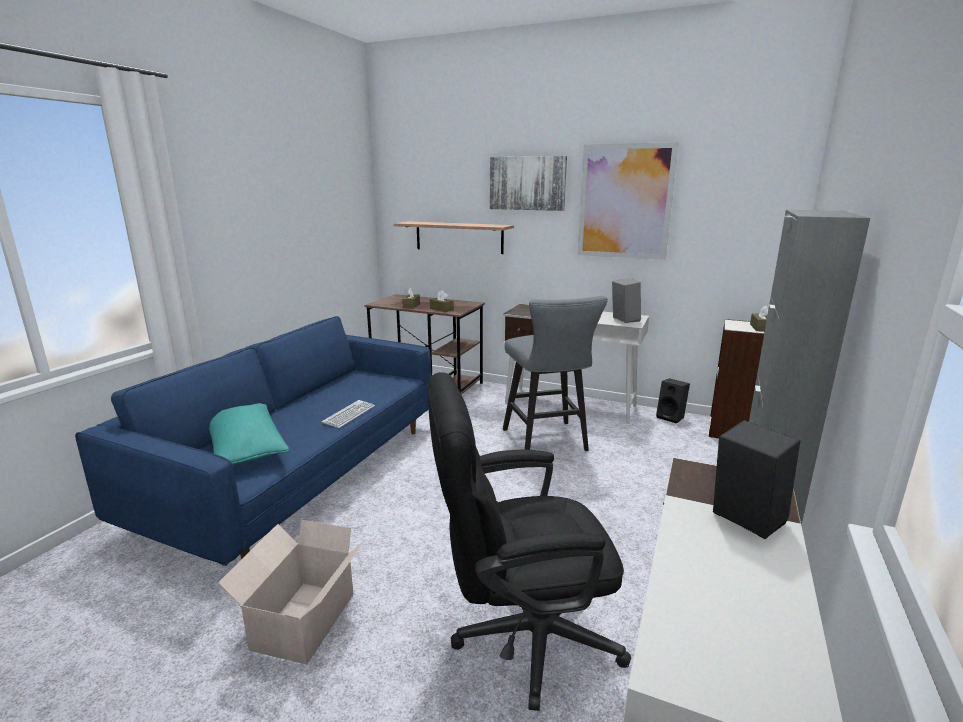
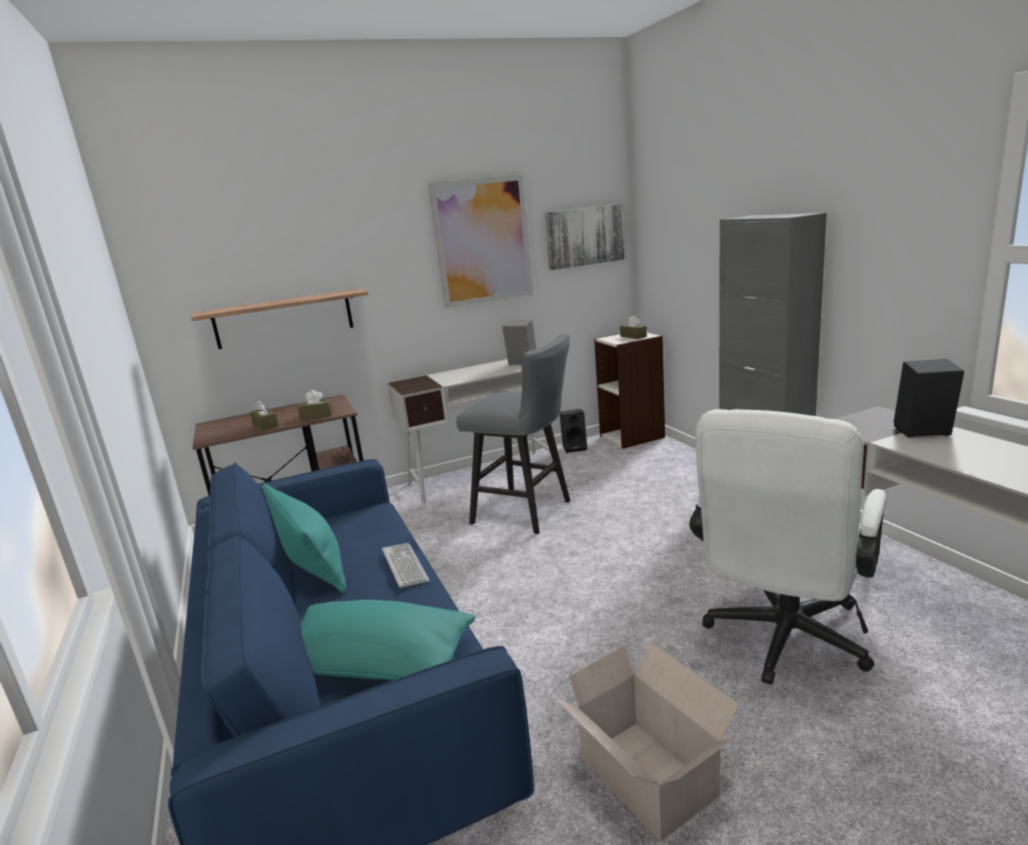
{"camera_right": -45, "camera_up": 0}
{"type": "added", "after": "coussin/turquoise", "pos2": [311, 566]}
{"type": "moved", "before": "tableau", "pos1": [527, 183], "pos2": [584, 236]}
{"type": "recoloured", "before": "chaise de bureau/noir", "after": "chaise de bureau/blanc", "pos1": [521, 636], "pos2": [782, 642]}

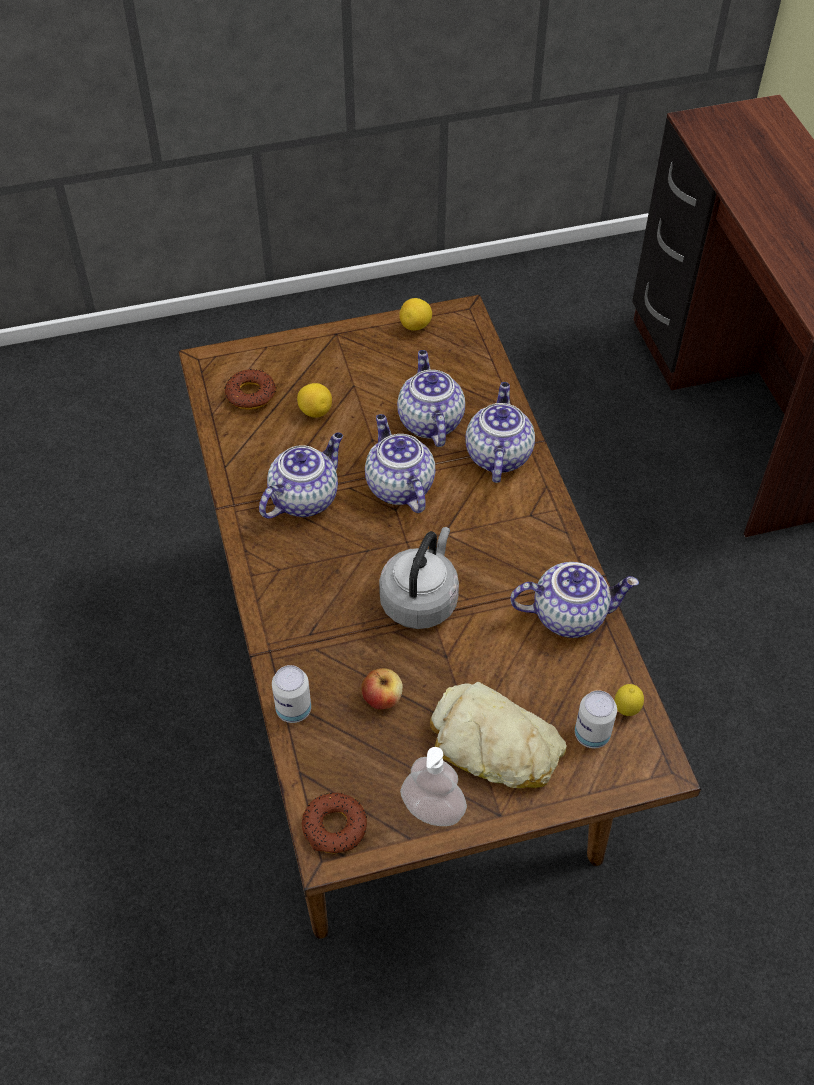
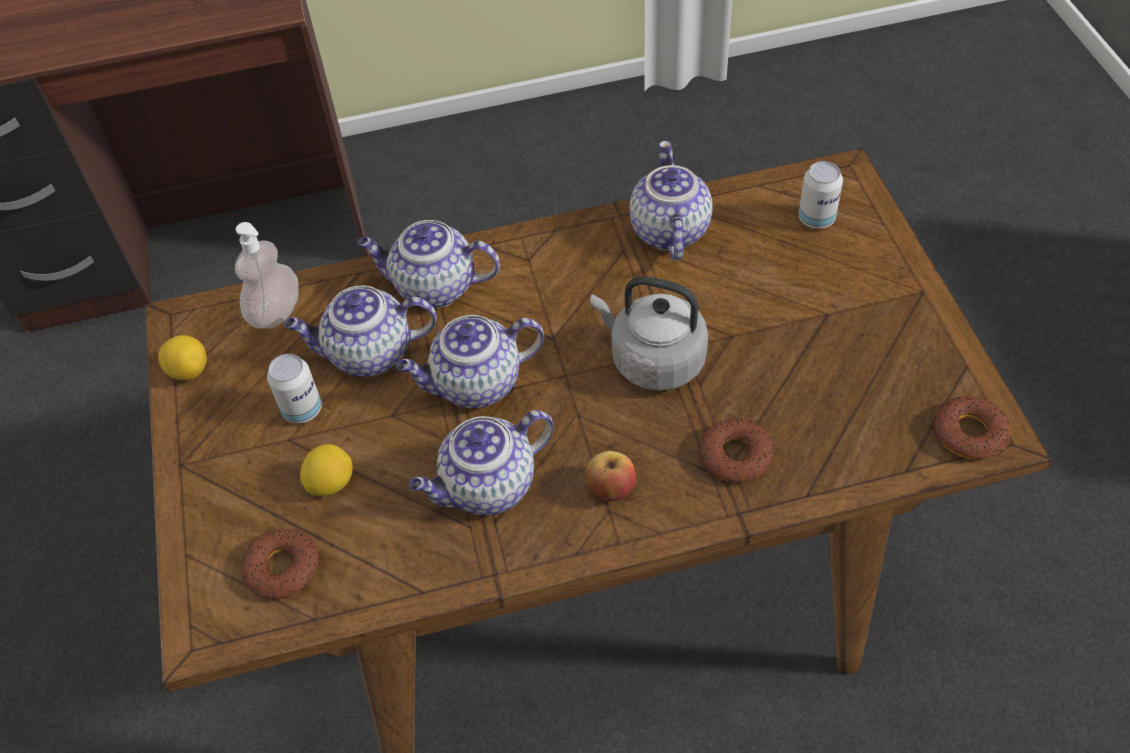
{"camera_right": -85, "camera_up": 0}
{"type": "moved", "before": "distributeur de savon", "pos1": [433, 809], "pos2": [276, 312]}
{"type": "moved", "before": "boîte métallique", "pos1": [293, 709], "pos2": [302, 410]}
{"type": "turned", "before": "théière", "pos1": [304, 497], "pos2": [487, 487], "turn": -75}
{"type": "moved", "before": "pomme", "pos1": [382, 698], "pos2": [610, 488]}
{"type": "added", "after": "beignet", "pos2": [734, 456]}
{"type": "removed", "before": "pain", "pos1": [494, 746]}
{"type": "removed", "before": "citron", "pos1": [626, 710]}

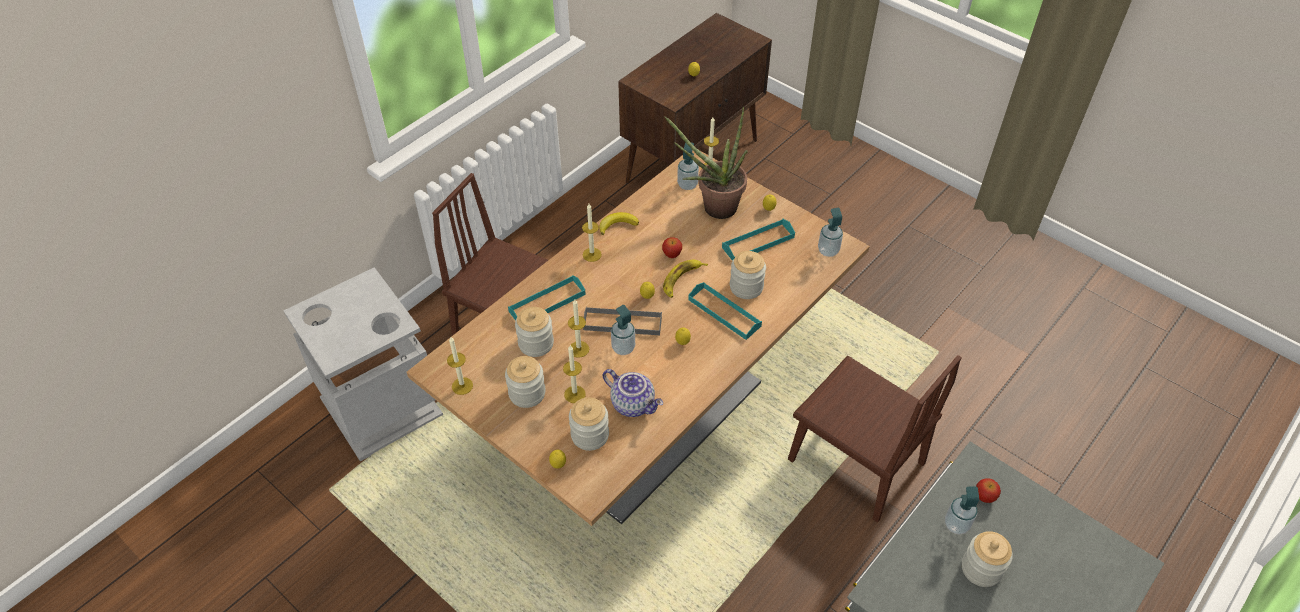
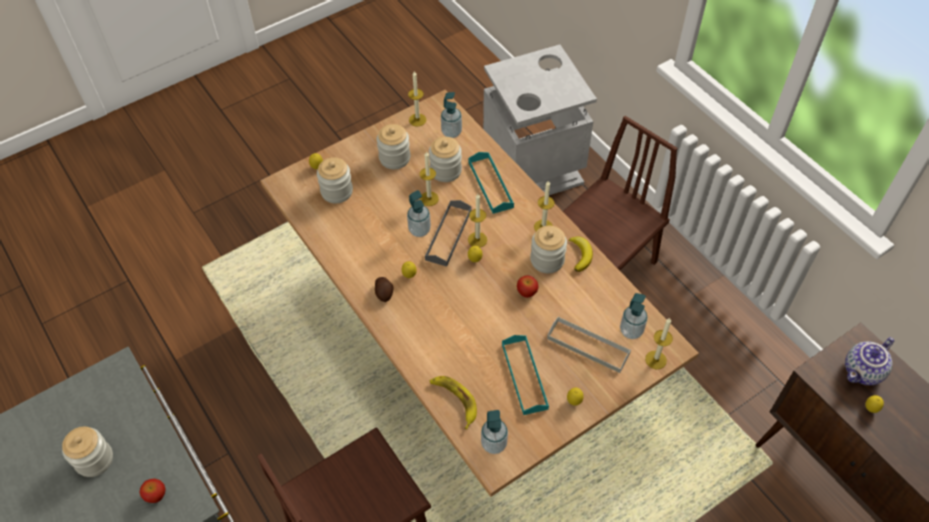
{"camera_right": 105, "camera_up": 5}
{"type": "added", "after": "pomme de terre", "pos2": [384, 293]}
{"type": "moved", "before": "banane", "pos1": [682, 280], "pos2": [454, 400]}
{"type": "moved", "before": "distributeur de savon", "pos1": [956, 524], "pos2": [451, 132]}
{"type": "moved", "before": "bougie", "pos1": [574, 394], "pos2": [477, 239]}
{"type": "moved", "before": "bocal", "pos1": [746, 287], "pos2": [547, 260]}
{"type": "replaced", "before": "plante en pot", "after": "plateau/gris", "pos1": [712, 208], "pos2": [588, 346]}
{"type": "moved", "before": "théière", "pos1": [634, 404], "pos2": [863, 372]}
{"type": "removed", "before": "plateau/turquoise", "pos1": [724, 313]}

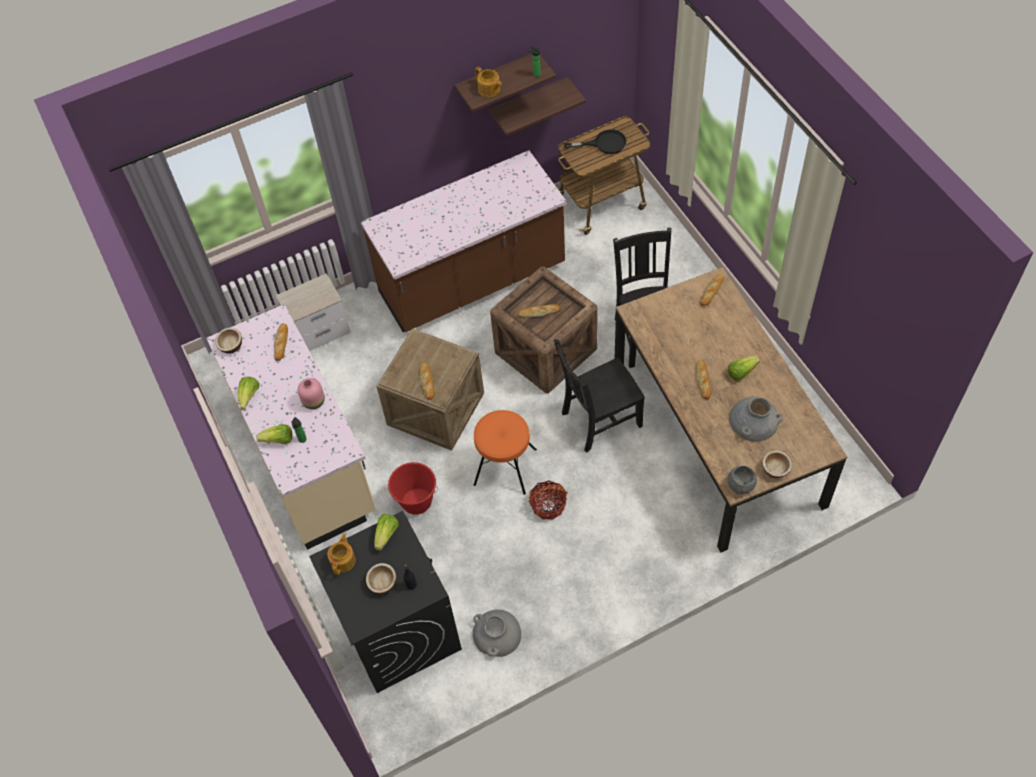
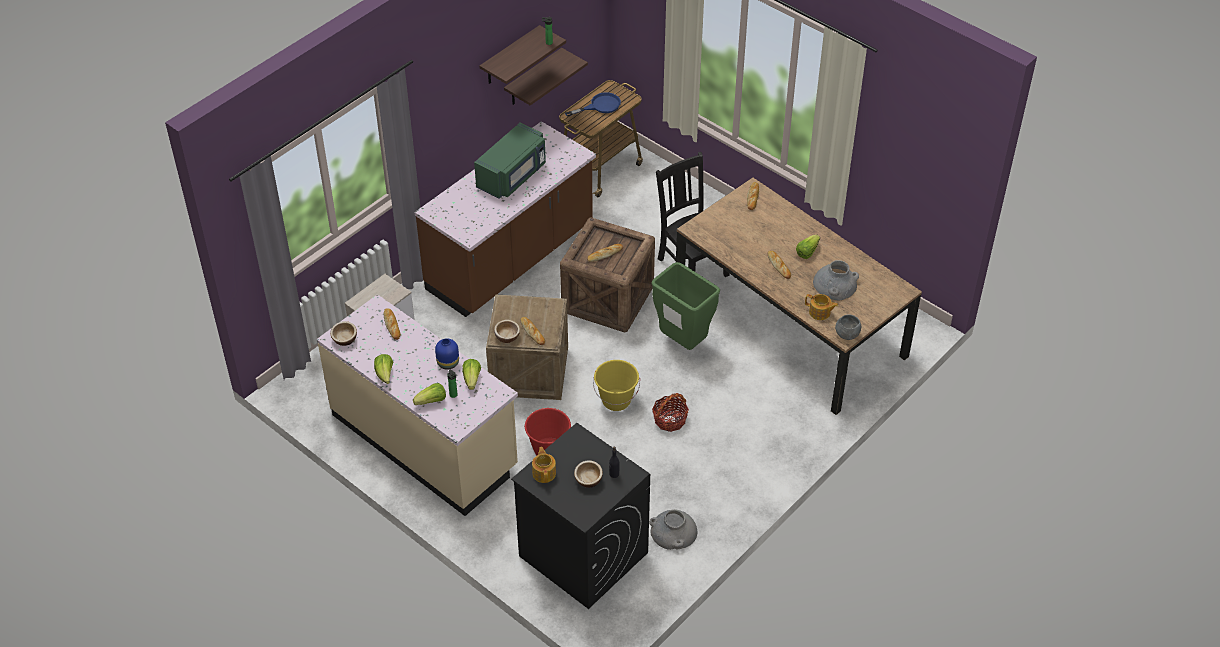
{"camera_right": -25, "camera_up": -10}
{"type": "recoloured", "before": "vase/rose", "after": "vase/bleu", "pos1": [314, 401], "pos2": [448, 363]}
{"type": "moved", "before": "laitue", "pos1": [386, 535], "pos2": [472, 379]}
{"type": "added", "after": "micro-ondes/vert", "pos2": [513, 176]}
{"type": "moved", "before": "bol", "pos1": [775, 469], "pos2": [507, 337]}
{"type": "recoloured", "before": "poêle/noir", "after": "poêle/bleu", "pos1": [604, 143], "pos2": [600, 106]}
{"type": "replaced", "before": "tabouret/orange", "after": "seau/jaune", "pos1": [505, 467], "pos2": [616, 400]}
{"type": "replaced", "before": "chaise/noir", "after": "poubelle/vert", "pos1": [599, 420], "pos2": [682, 342]}
{"type": "moved", "before": "théière", "pos1": [489, 90], "pos2": [820, 312]}

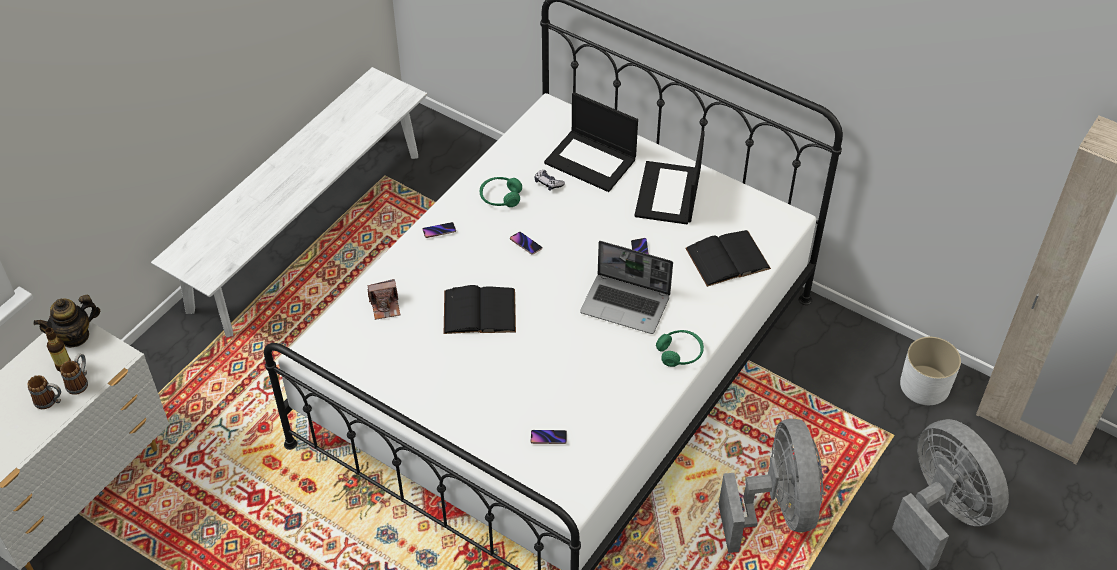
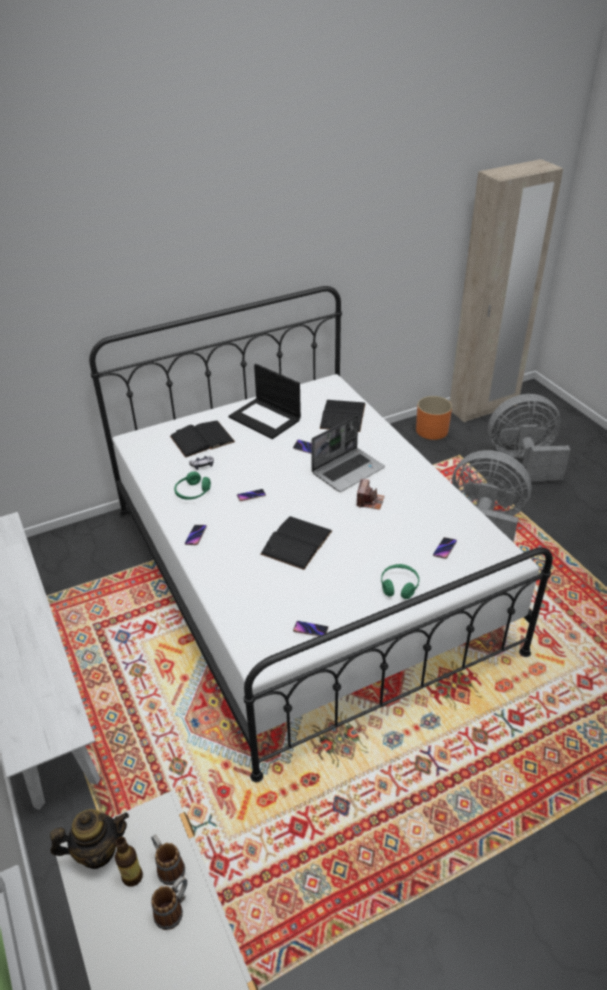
{"camera_right": -60, "camera_up": -10}
{"type": "turned", "before": "théière", "pos1": [75, 336], "pos2": [97, 851], "turn": -105}
{"type": "replaced", "before": "ordinateur portable", "after": "livre/noir", "pos1": [591, 161], "pos2": [202, 439]}
{"type": "added", "after": "téléphone", "pos2": [310, 630]}
{"type": "moved", "before": "appareil photo", "pos1": [385, 306], "pos2": [369, 501]}
{"type": "moved", "before": "casque audio/vert", "pos1": [680, 353], "pos2": [399, 586]}
{"type": "recoloured", "before": "cache-pot/blanc", "after": "cache-pot/orange", "pos1": [924, 385], "pos2": [432, 430]}

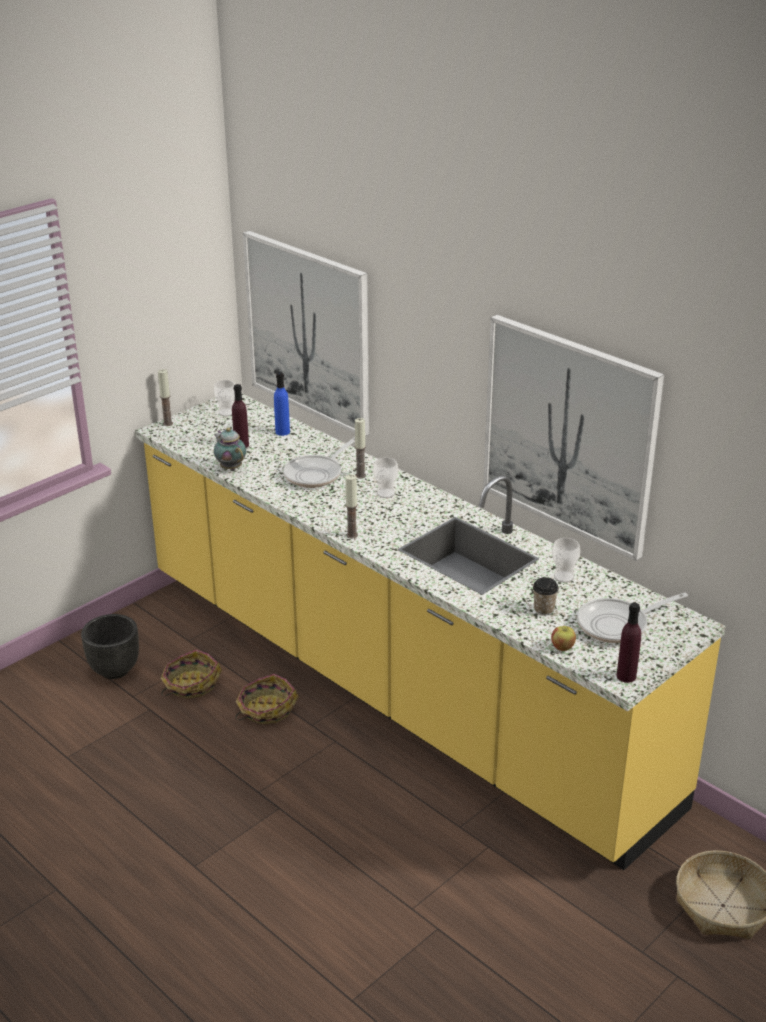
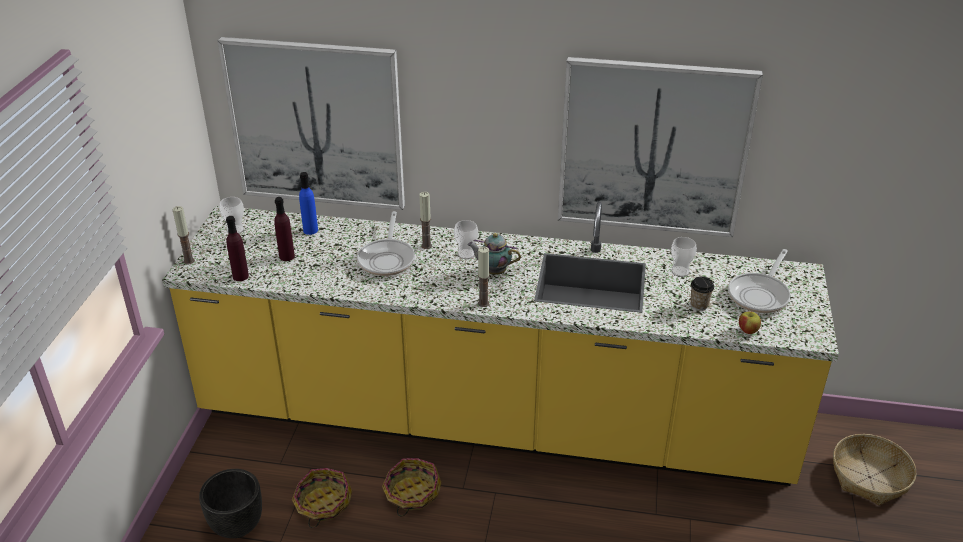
{"camera_right": -35, "camera_up": 5}
{"type": "moved", "before": "bouteille/violet", "pos1": [626, 676], "pos2": [240, 276]}
{"type": "moved", "before": "théière", "pos1": [230, 467], "pos2": [493, 271]}

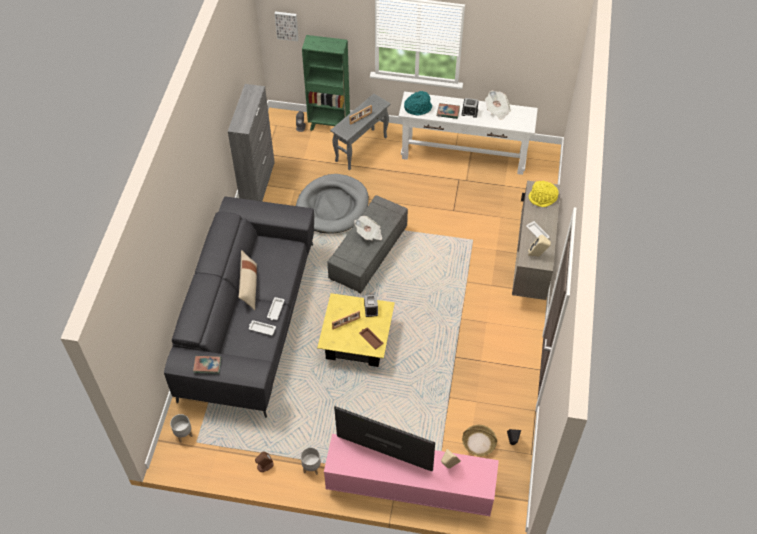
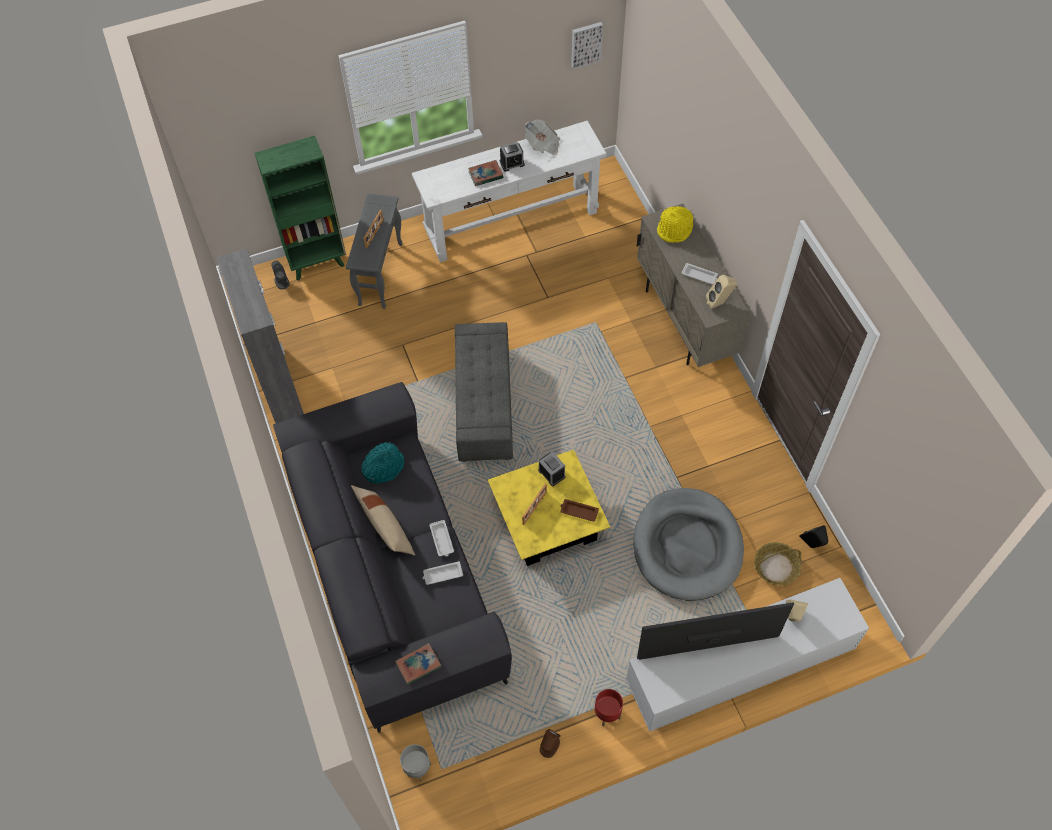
{"camera_right": -30, "camera_up": 5}
{"type": "moved", "before": "chapeau/turquoise", "pos1": [418, 108], "pos2": [383, 467]}
{"type": "moved", "before": "tableau", "pos1": [287, 25], "pos2": [585, 44]}
{"type": "recoloured", "before": "cache-pot/gris", "after": "cache-pot/rouge", "pos1": [312, 467], "pos2": [607, 713]}
{"type": "recoloured", "before": "meuble télé/rose", "after": "meuble télé/blanc", "pos1": [409, 487], "pos2": [737, 668]}
{"type": "moved", "before": "panier pour chien/gris", "pos1": [332, 206], "pos2": [687, 546]}
{"type": "removed", "before": "journal", "pos1": [369, 234]}

